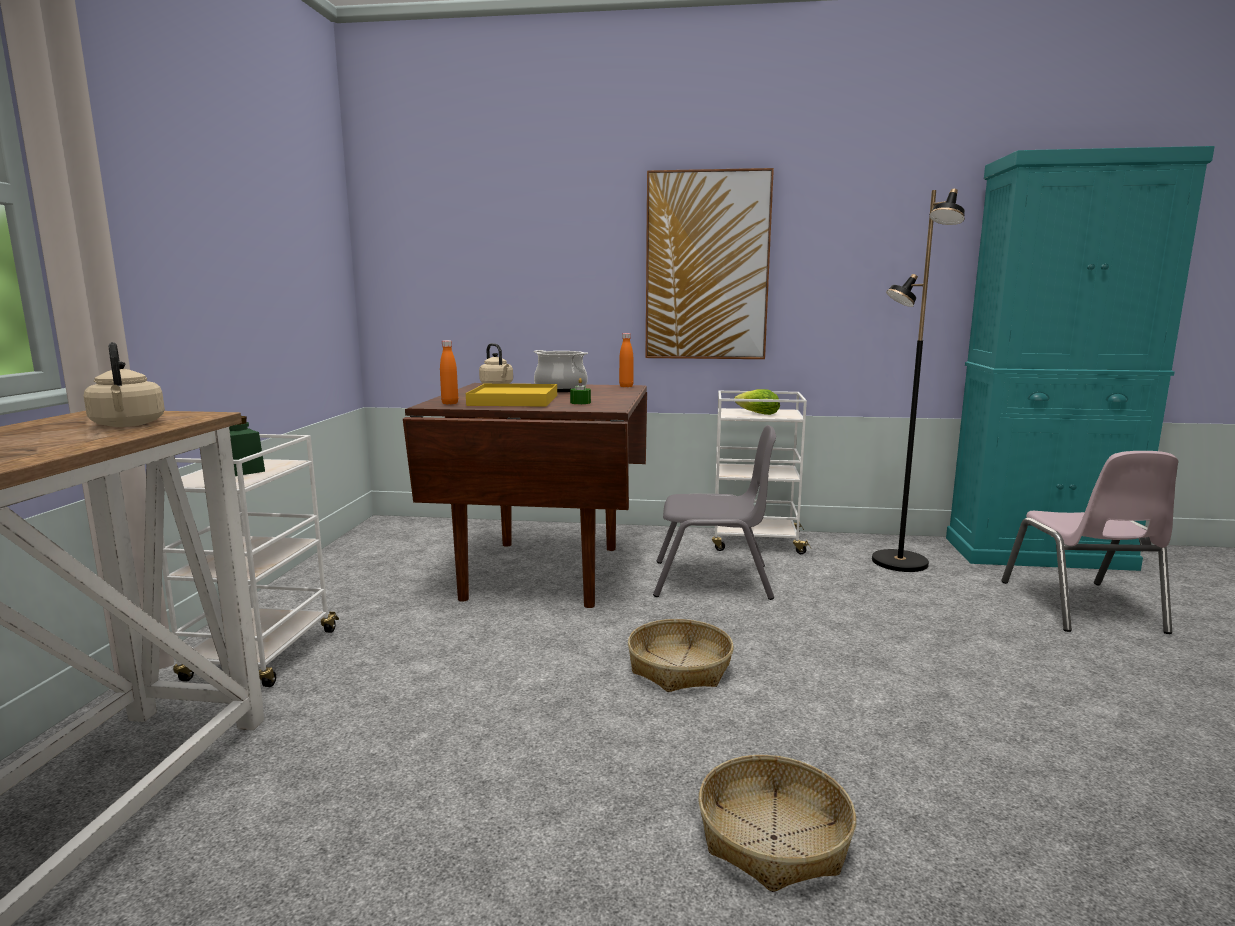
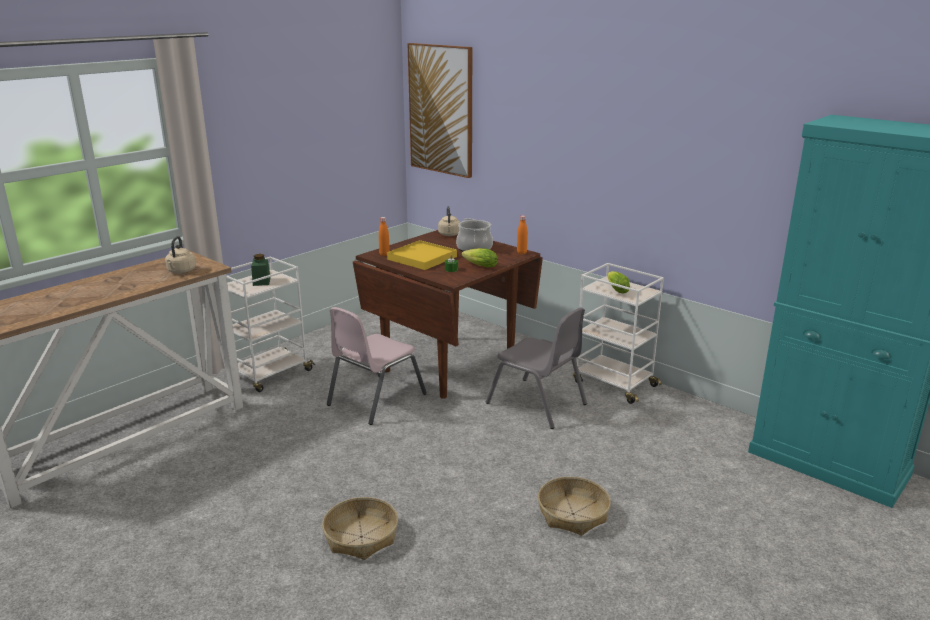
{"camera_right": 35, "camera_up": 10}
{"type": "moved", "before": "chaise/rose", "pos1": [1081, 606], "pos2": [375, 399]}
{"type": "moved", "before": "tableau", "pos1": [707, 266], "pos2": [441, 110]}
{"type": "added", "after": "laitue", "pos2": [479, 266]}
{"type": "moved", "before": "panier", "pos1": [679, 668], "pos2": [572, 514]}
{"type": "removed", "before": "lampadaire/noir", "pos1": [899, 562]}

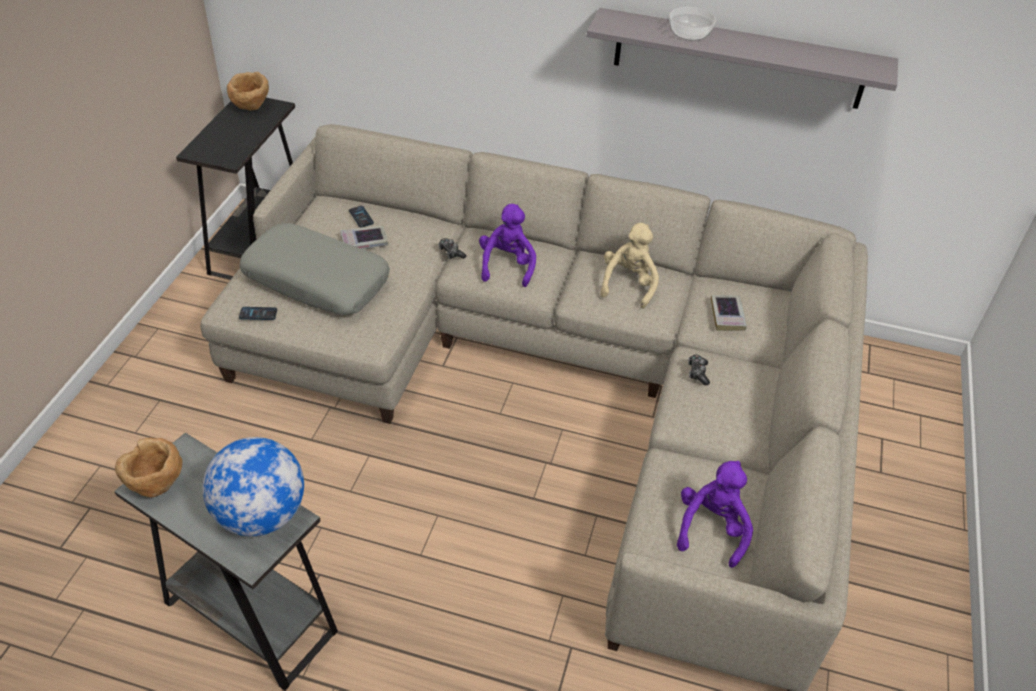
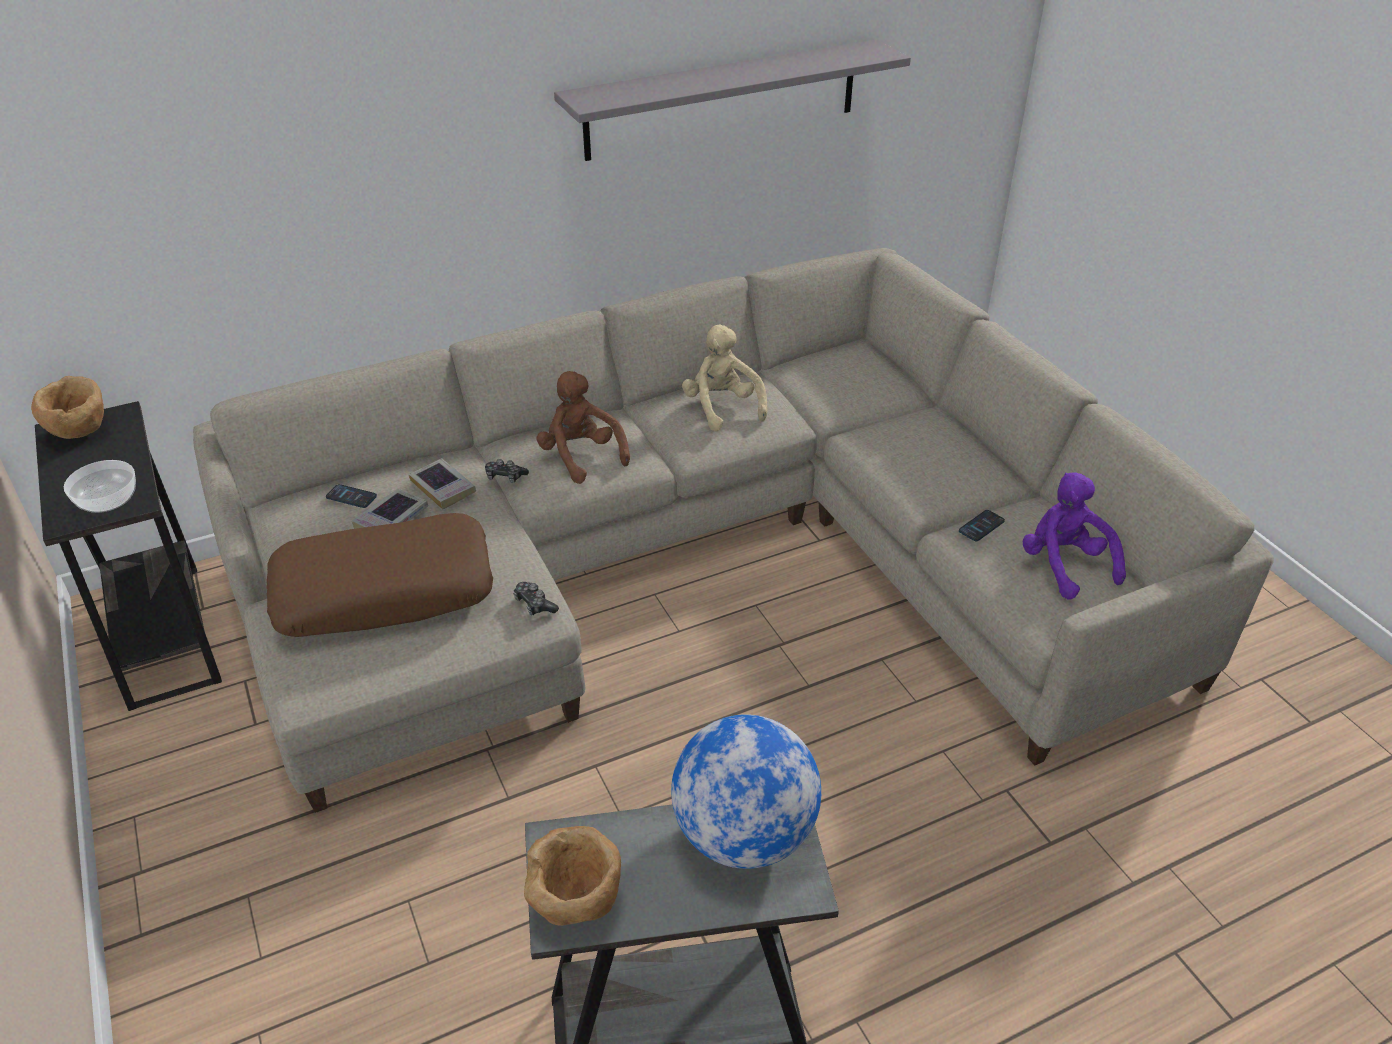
{"camera_right": -40, "camera_up": -5}
{"type": "moved", "before": "bol", "pos1": [689, 34], "pos2": [106, 499]}
{"type": "recoloured", "before": "coussin/gris", "after": "coussin/marron", "pos1": [317, 280], "pos2": [385, 591]}
{"type": "moved", "before": "livre", "pos1": [727, 315], "pos2": [443, 488]}
{"type": "moved", "before": "manette", "pos1": [697, 373], "pos2": [534, 604]}
{"type": "recoloured", "before": "peluche/violet", "after": "peluche/marron", "pos1": [507, 265], "pos2": [581, 456]}
{"type": "moved", "before": "téléphone", "pos1": [258, 314], "pos2": [981, 526]}

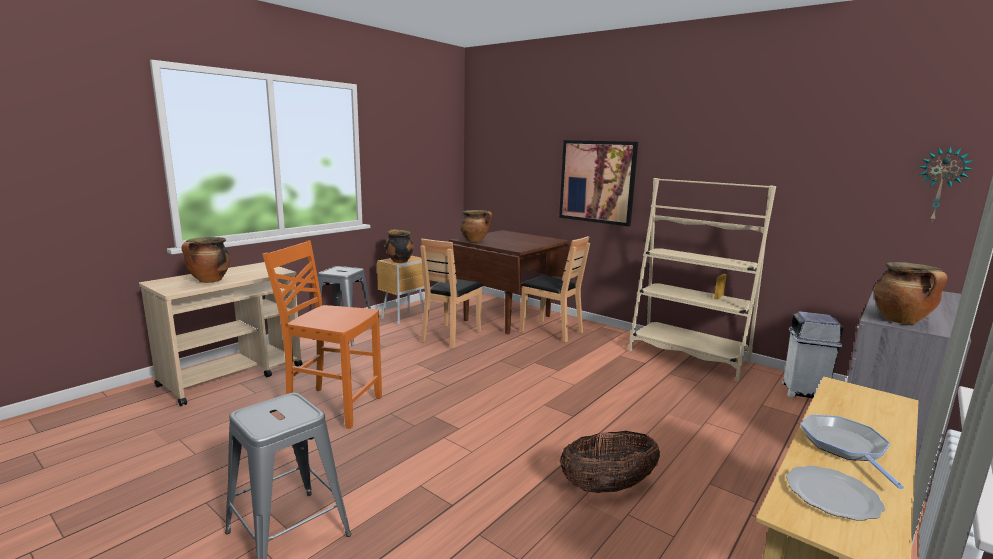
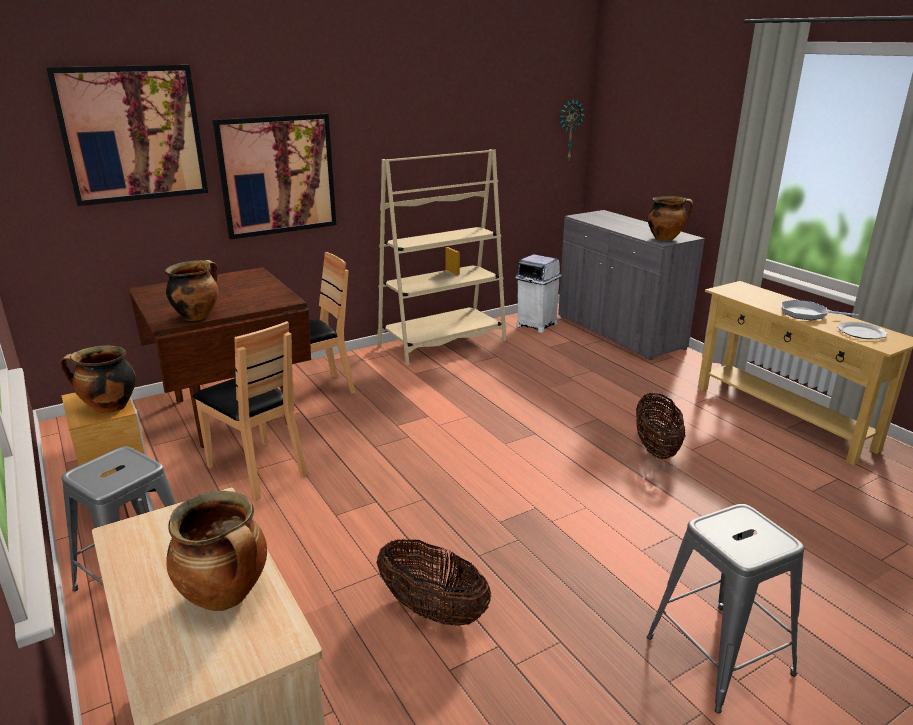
{"camera_right": -70, "camera_up": 10}
{"type": "added", "after": "tableau", "pos2": [132, 134]}
{"type": "replaced", "before": "chaise/orange", "after": "panier", "pos1": [332, 406], "pos2": [432, 610]}

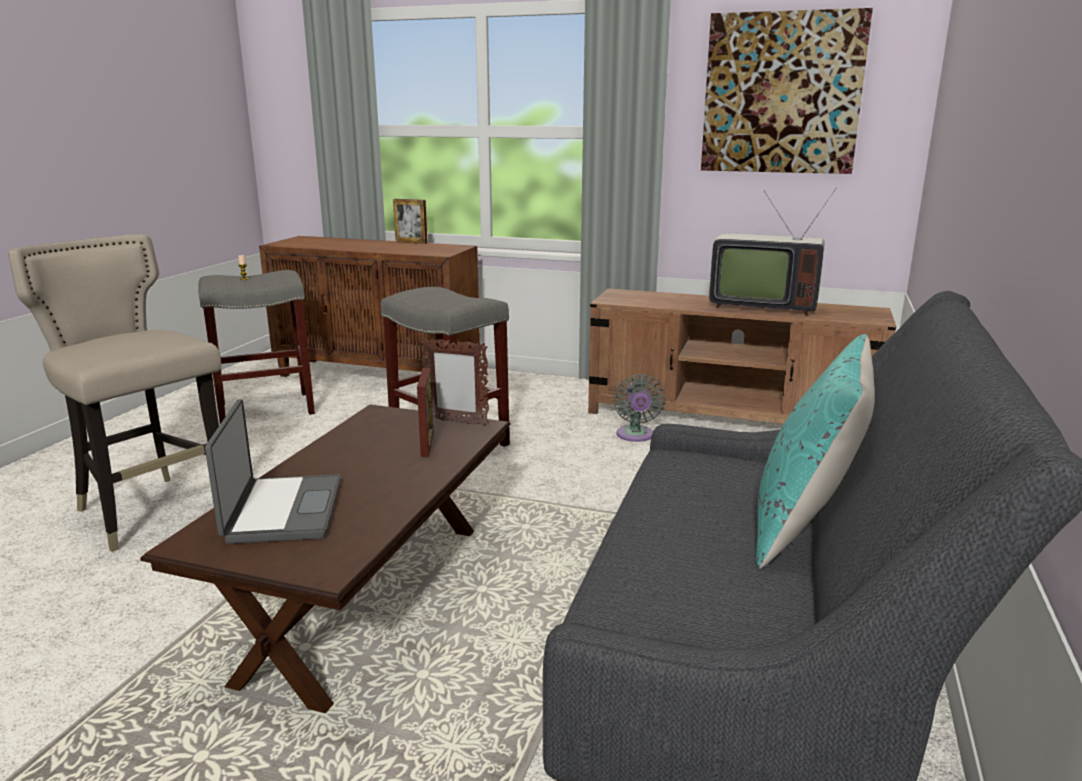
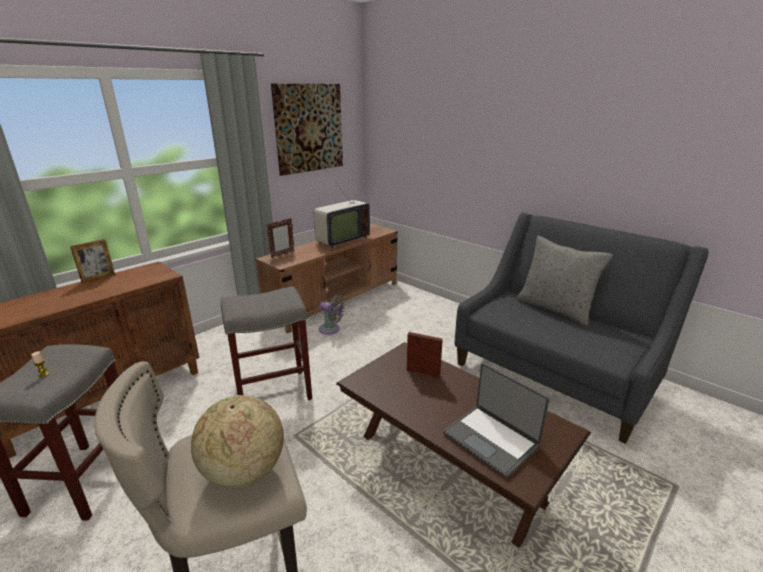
{"camera_right": -65, "camera_up": 5}
{"type": "added", "after": "globe", "pos2": [243, 471]}
{"type": "moved", "before": "cadre photo", "pos1": [456, 422], "pos2": [282, 254]}
{"type": "turned", "before": "ordinateur portable", "pos1": [281, 510], "pos2": [491, 439], "turn": -150}
{"type": "recoloured", "before": "coussin/turquoise", "after": "coussin/gris", "pos1": [805, 525], "pos2": [555, 308]}

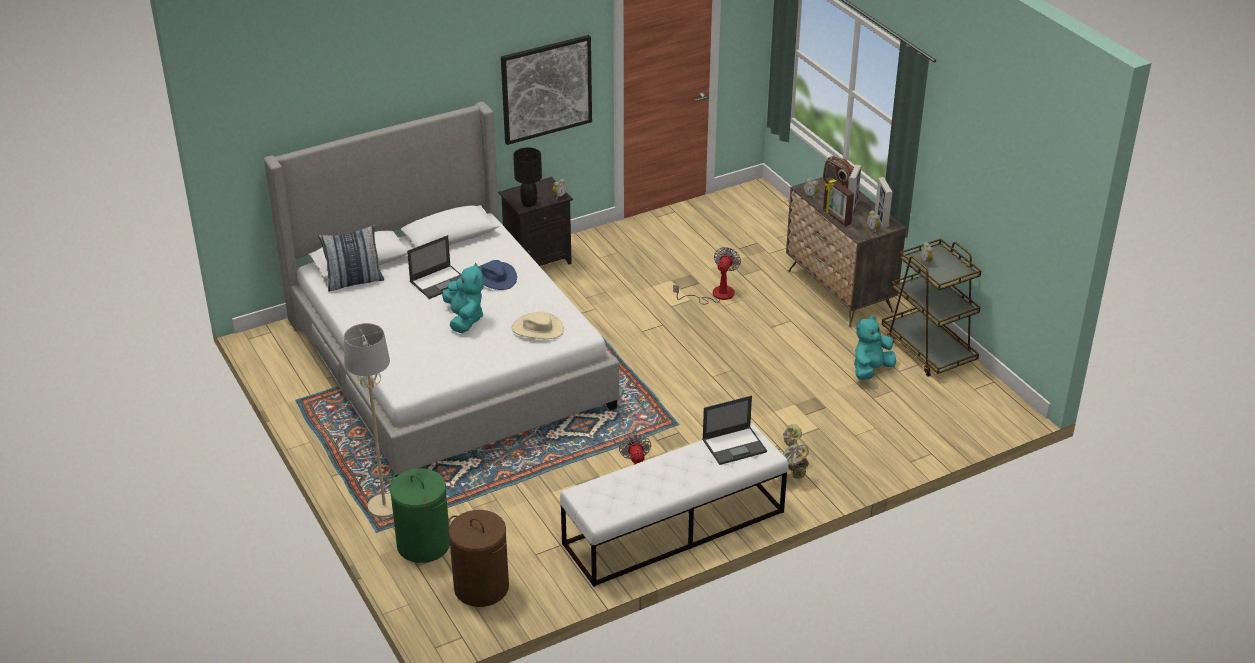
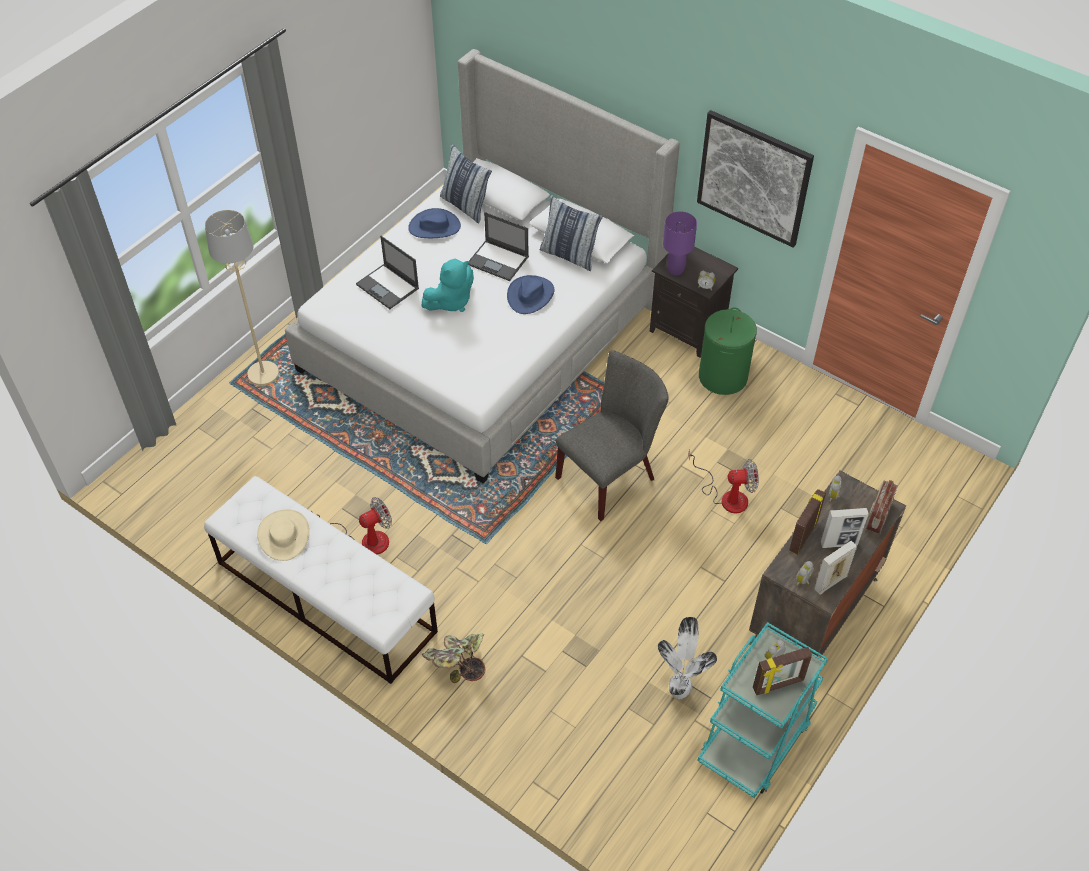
{"camera_right": 65, "camera_up": 15}
{"type": "moved", "before": "chapeau/beige", "pos1": [538, 329], "pos2": [284, 535]}
{"type": "moved", "before": "ordinateur portable", "pos1": [735, 445], "pos2": [388, 287]}
{"type": "added", "after": "chapeau/bleu", "pos2": [434, 227]}
{"type": "added", "after": "coussin", "pos2": [569, 255]}
{"type": "added", "after": "chaise/gris", "pos2": [611, 476]}
{"type": "replaced", "before": "peluche/turquoise", "after": "plante en pot", "pos1": [871, 370], "pos2": [679, 690]}
{"type": "recoloured", "before": "lampe de table/noir", "after": "lampe de table/violet", "pos1": [529, 203], "pos2": [676, 270]}
{"type": "recoloured", "before": "chariot/marron", "after": "chariot/turquoise", "pos1": [928, 350], "pos2": [755, 739]}
{"type": "moved", "before": "panier à linge/vert", "pos1": [424, 545], "pos2": [723, 377]}
{"type": "added", "after": "cadre photo", "pos2": [778, 685]}
{"type": "removed", "before": "panier à linge/marron", "pos1": [481, 587]}

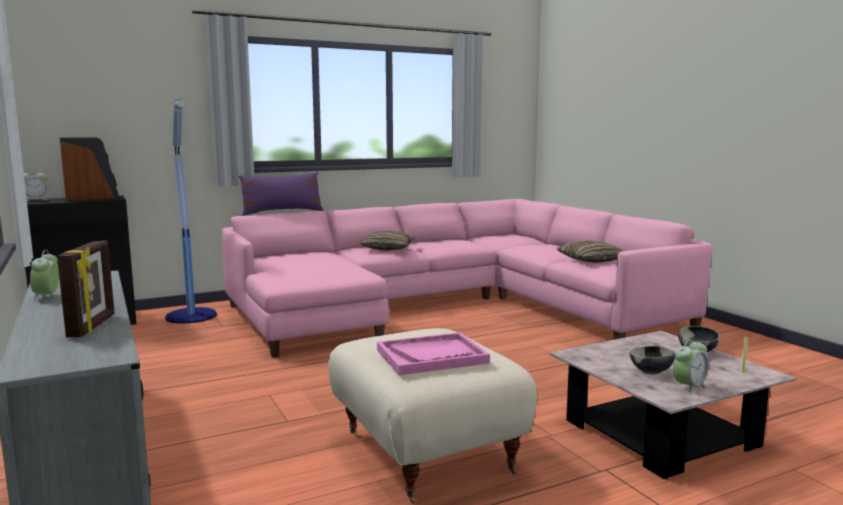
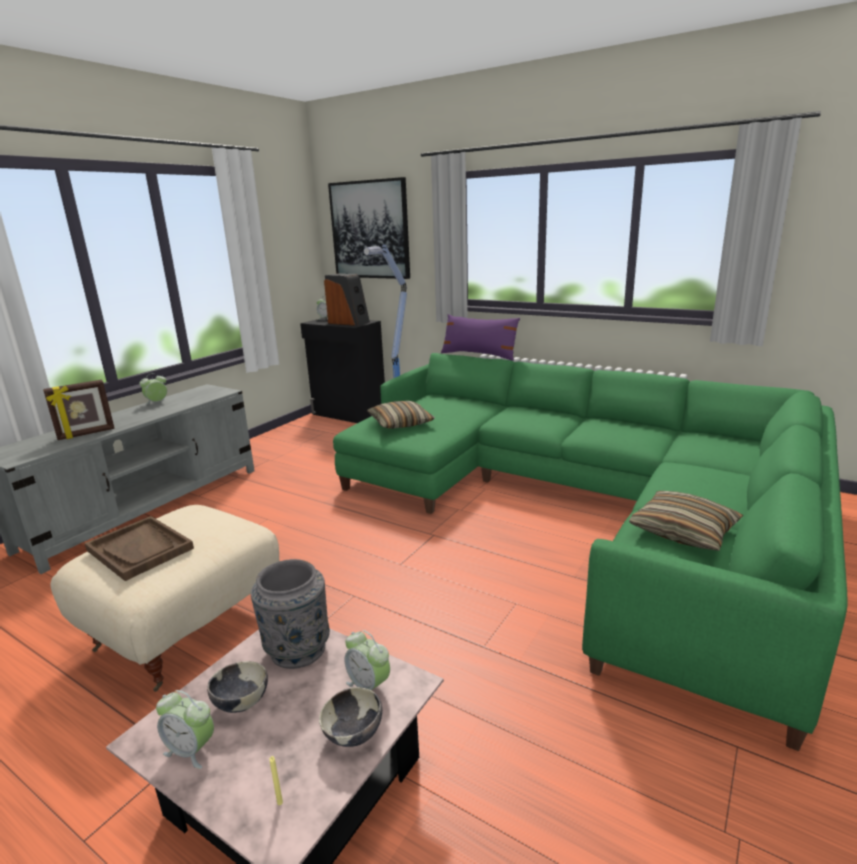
{"camera_right": 60, "camera_up": 10}
{"type": "recoloured", "before": "plateau/rose", "after": "plateau/marron", "pos1": [432, 356], "pos2": [140, 549]}
{"type": "added", "after": "vase/gris", "pos2": [297, 648]}
{"type": "added", "after": "tableau", "pos2": [370, 230]}
{"type": "recoloured", "before": "canapé/rose", "after": "canapé/vert", "pos1": [450, 306], "pos2": [583, 507]}
{"type": "added", "after": "réveil", "pos2": [369, 686]}
{"type": "moved", "before": "coussin", "pos1": [388, 248], "pos2": [400, 423]}

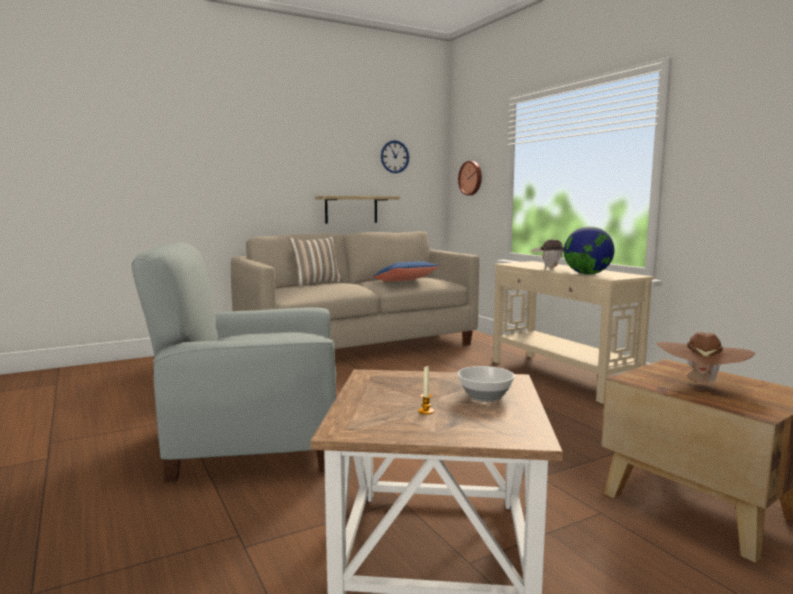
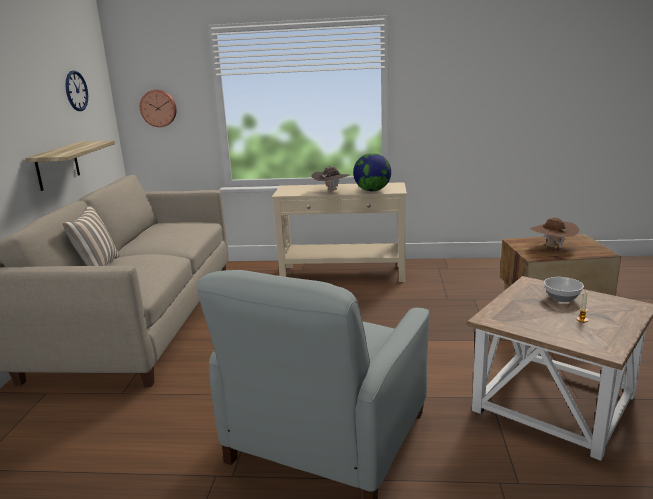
{"camera_right": -55, "camera_up": 10}
{"type": "removed", "before": "coussin/bleu", "pos1": [405, 282]}

